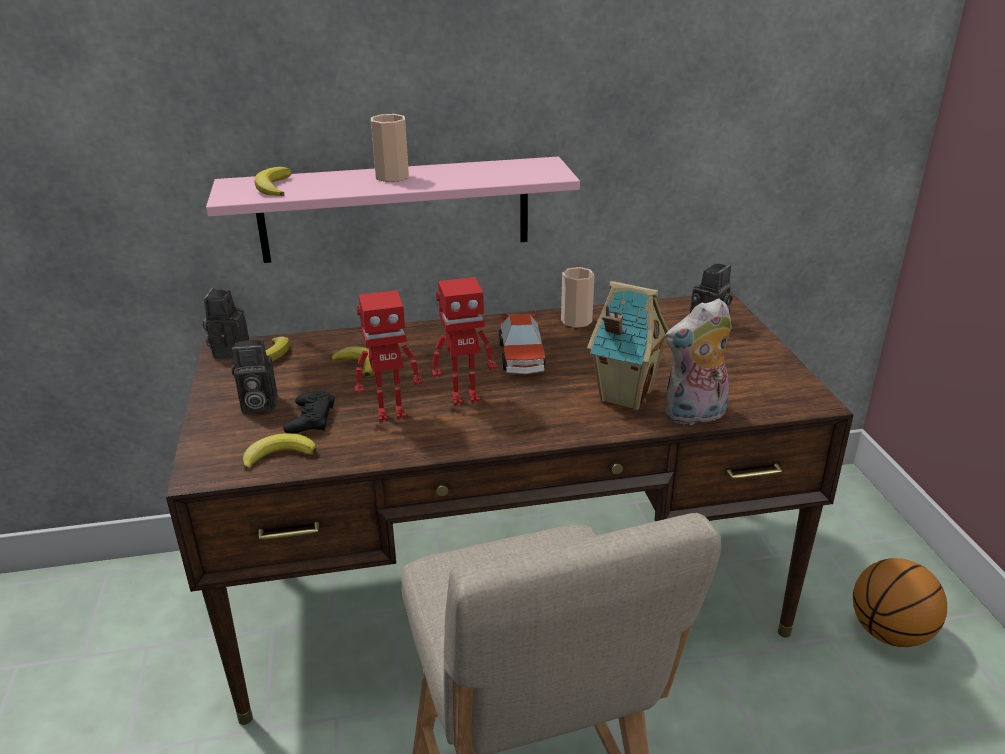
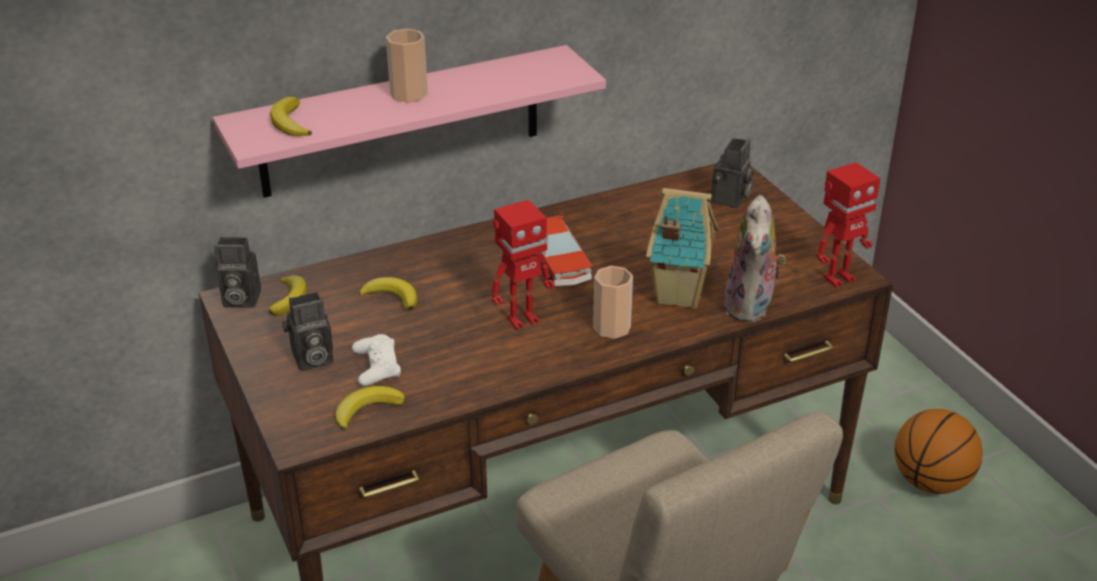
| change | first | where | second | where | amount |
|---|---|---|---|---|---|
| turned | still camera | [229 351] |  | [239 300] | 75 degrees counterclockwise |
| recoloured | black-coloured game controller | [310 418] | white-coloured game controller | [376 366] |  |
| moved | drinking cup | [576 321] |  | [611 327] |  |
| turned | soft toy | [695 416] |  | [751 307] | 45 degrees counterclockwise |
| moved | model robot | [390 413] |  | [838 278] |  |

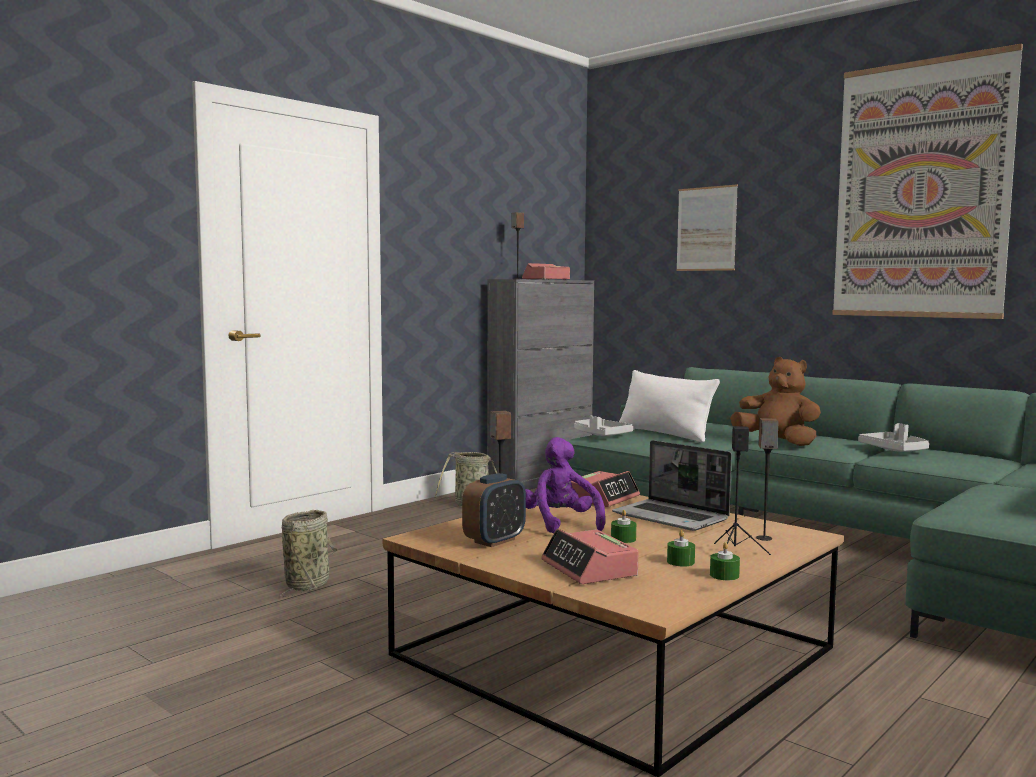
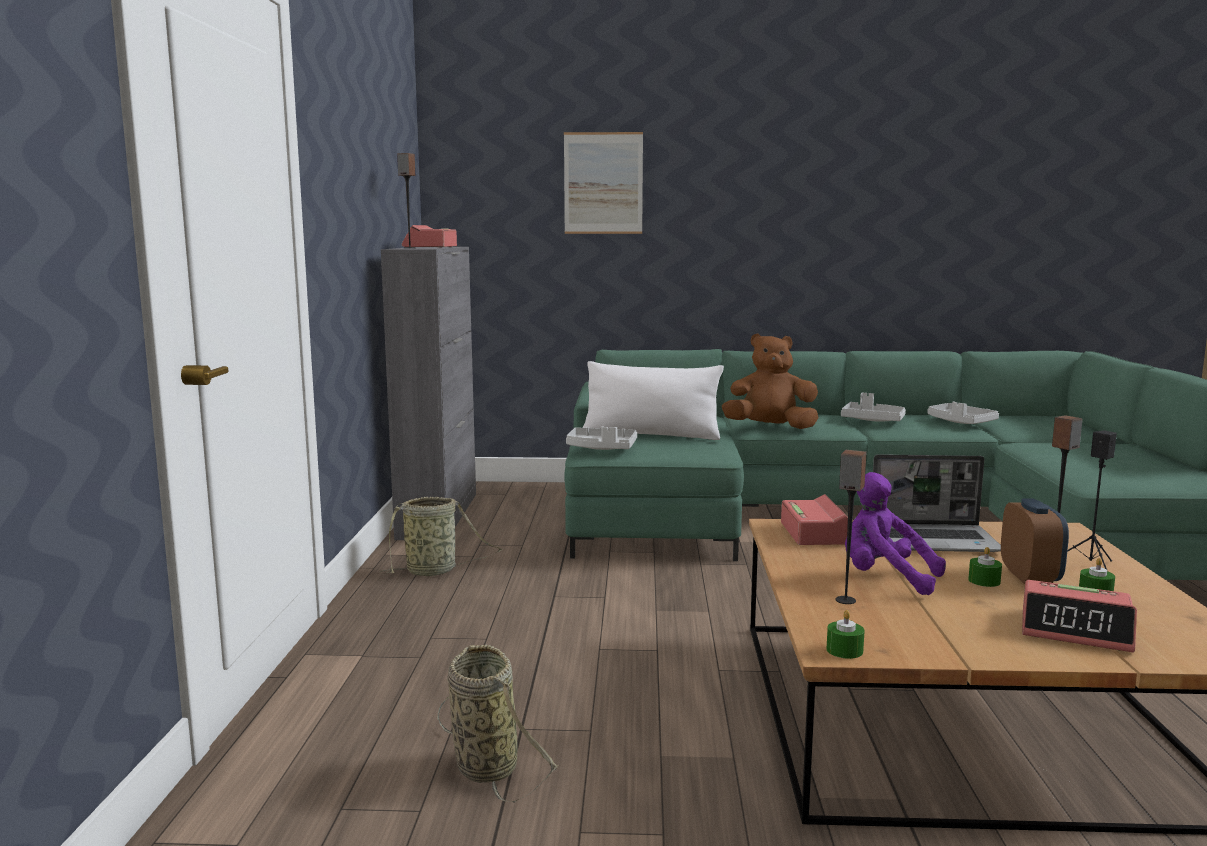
| change | first | where | second | where | amount |
|---|---|---|---|---|---|
| moved | greenish wax light | [724 575] |  | [844 650] |  |
| added |  |  | gray tray | [960 422] |  |
| moved | table clock | [494 541] |  | [1030 577] |  |
| removed | wall art | [920 190] |  |  |  |

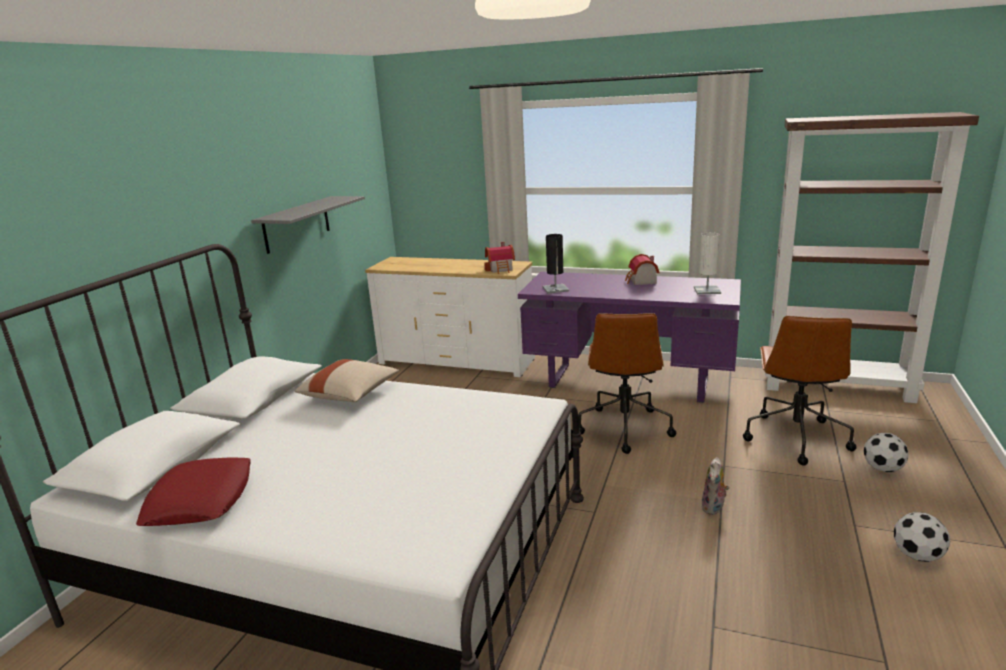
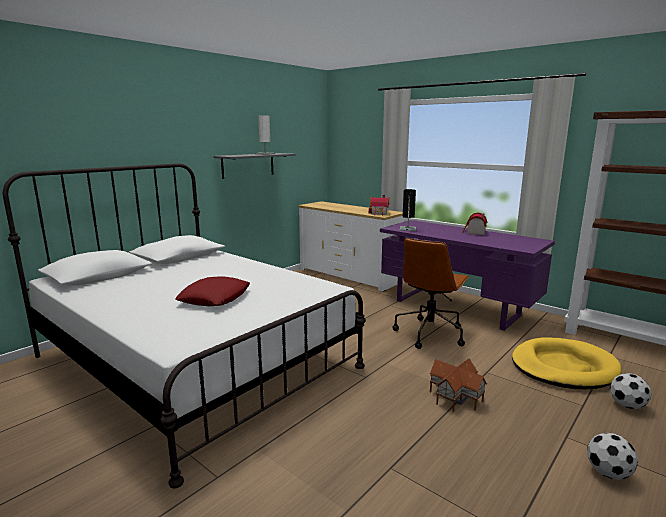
| change | first | where | second | where | amount |
|---|---|---|---|---|---|
| moved | red-coloured throw pillow | [200 500] |  | [215 298] |  |
| moved | white-coloured lamp for a table | [707 290] |  | [265 154] |  |
| replaced | soft toy | [714 508] | toy house | [455 396] |  |
| replaced | brown-coloured desk chair | [795 437] | yellow dog cushion | [563 367] |  |
| removed | beige throw pillow | [350 394] |  |  |  |

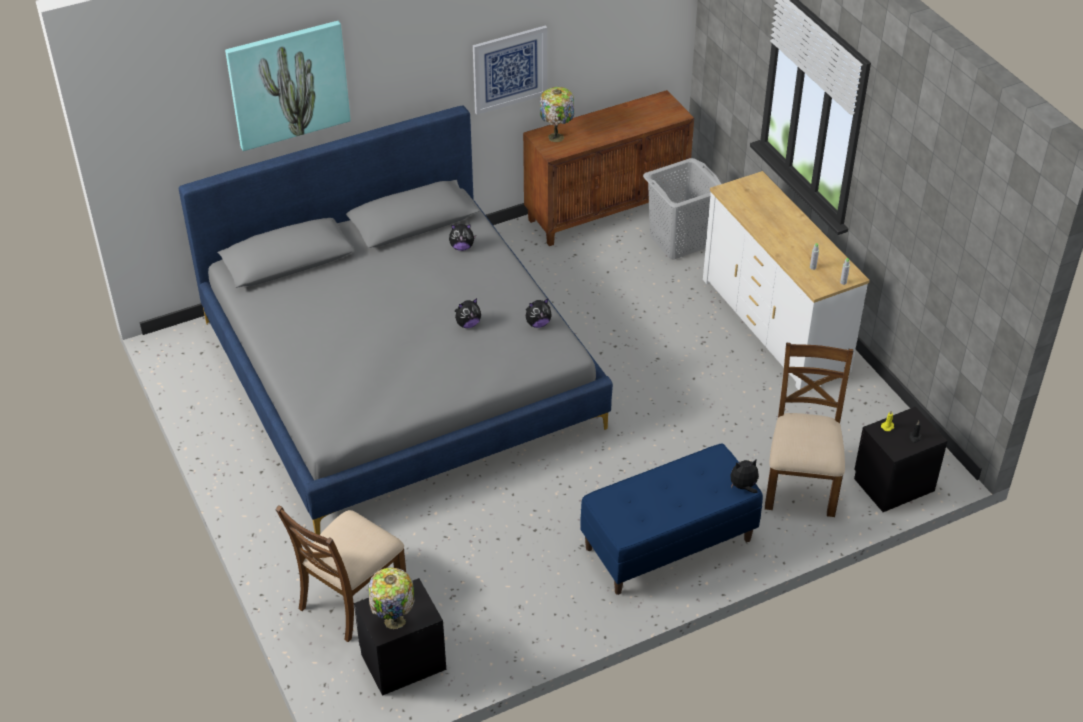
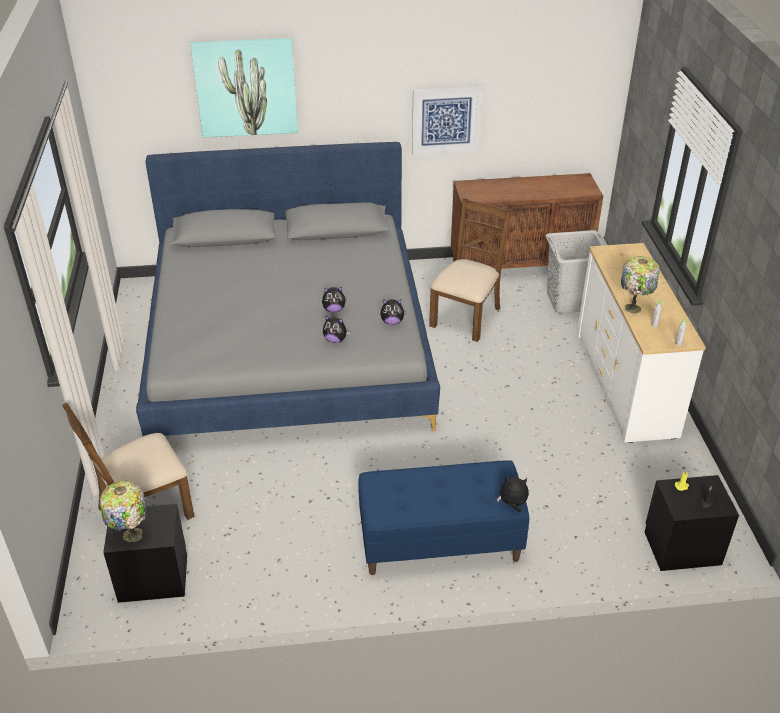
| change | first | where | second | where | amount |
|---|---|---|---|---|---|
| moved | soft toy | [462 247] |  | [335 340] |  |
| moved | brown-coloured upright chair | [801 482] |  | [466 317] |  |
| moved | lamp for a table | [557 137] |  | [634 308] |  |

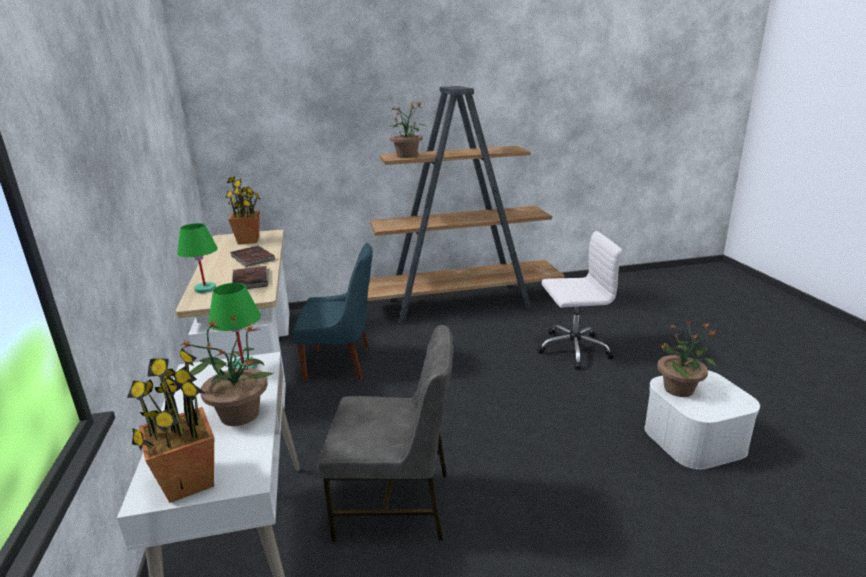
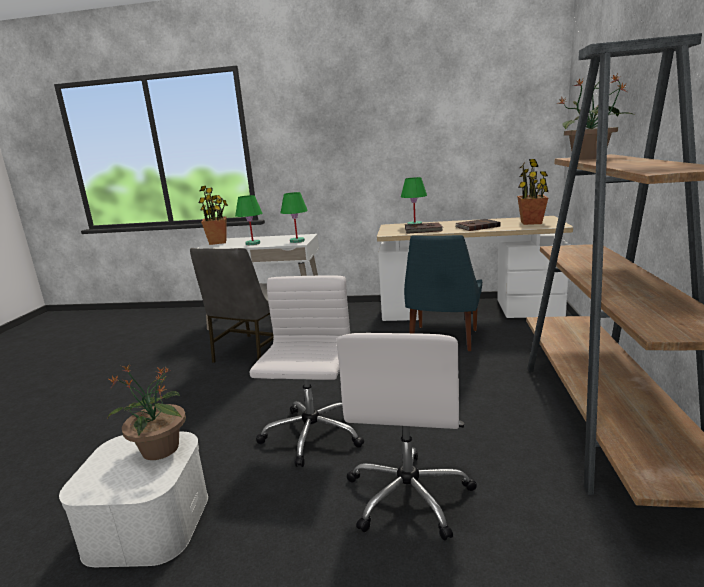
| change | first | where | second | where | amount |
|---|---|---|---|---|---|
| replaced | potted plant | [239 414] | greenish lamp for a table | [253 243] |  |
| added |  |  | white-coloured desk chair | [312 436] |  |

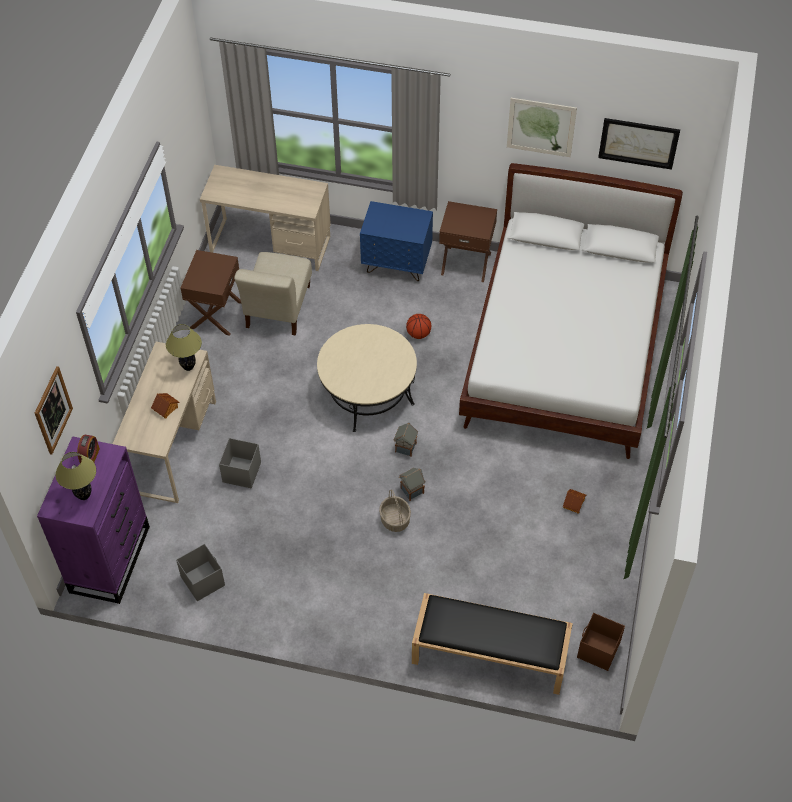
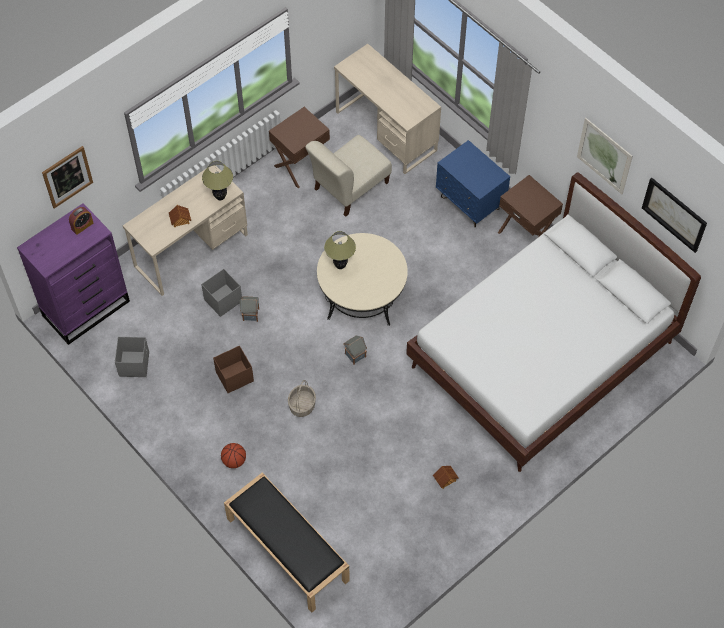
| change | first | where | second | where | amount |
|---|---|---|---|---|---|
| moved | brown-coloured storage container | [598 650] |  | [234 377] |  |
| moved | basketball ball | [418 334] |  | [234 461] |  |
| moved | toy house | [411 491] |  | [250 314] |  |
| moved | lamp for a table | [84 496] |  | [340 266] |  |

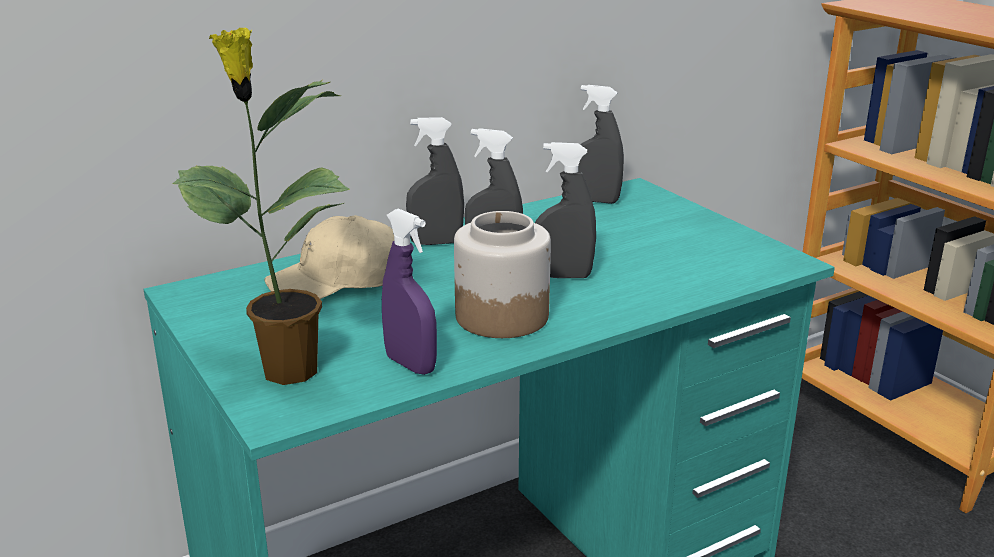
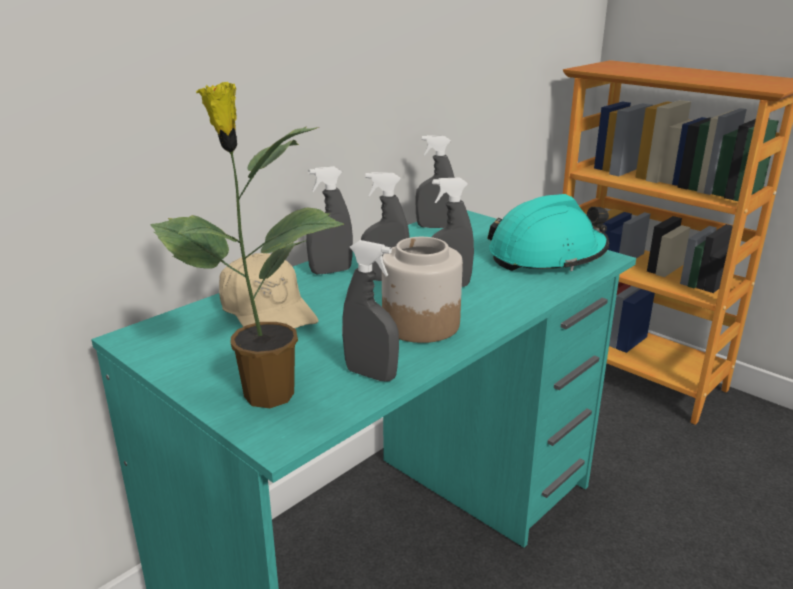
| change | first | where | second | where | amount |
|---|---|---|---|---|---|
| turned | beige baseball cap | [338 282] |  | [267 312] | 90 degrees counterclockwise |
| recoloured | purplish sprayer | [410 365] | gray sprayer | [371 374] |  |
| added |  |  | turquoise-coloured safety helmet | [547 256] |  |

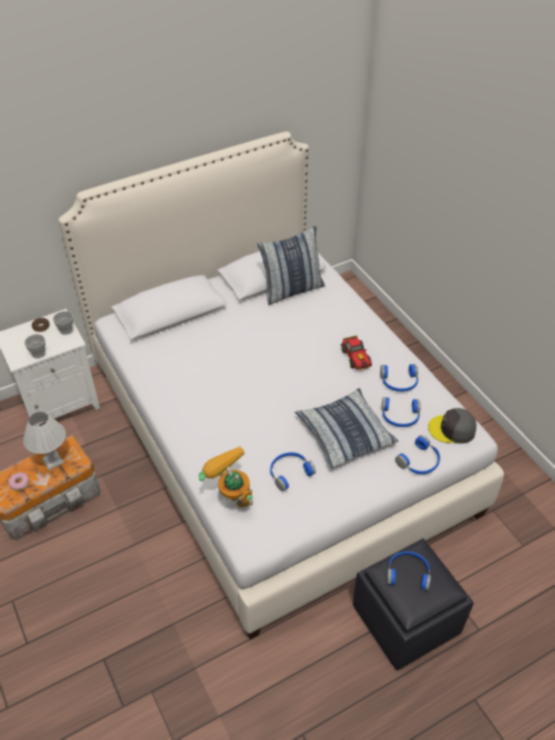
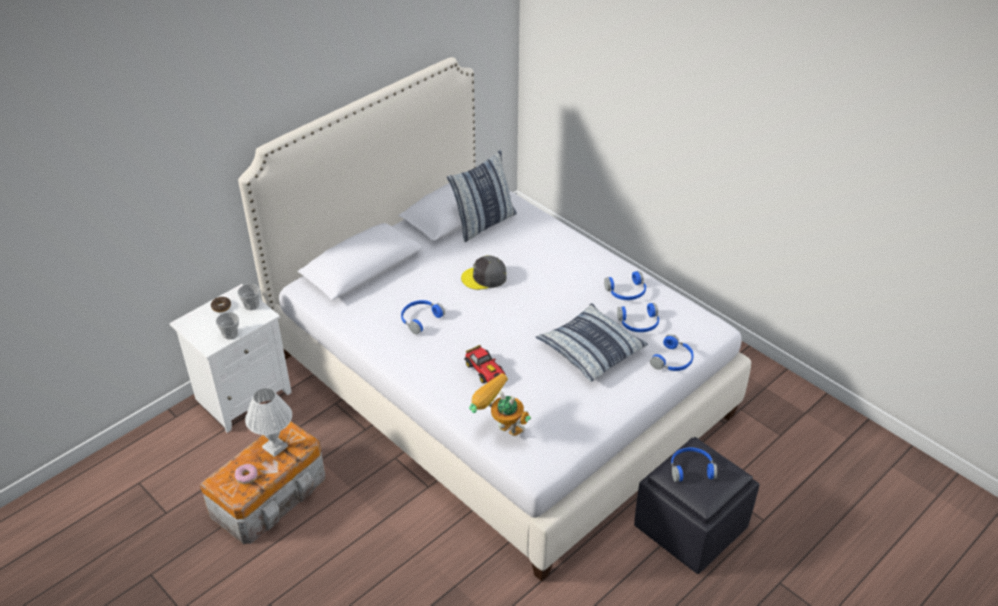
| change | first | where | second | where | amount |
|---|---|---|---|---|---|
| moved | blue-coloured pair of headphones | [289 472] |  | [420 319] |  |
| moved | gray baseball cap | [452 429] |  | [484 277] |  |
| moved | model car | [356 358] |  | [485 371] |  |

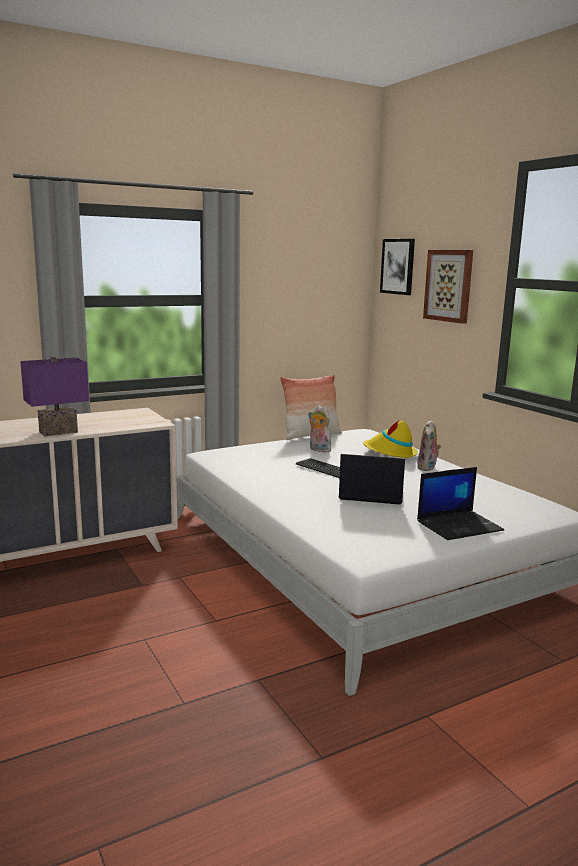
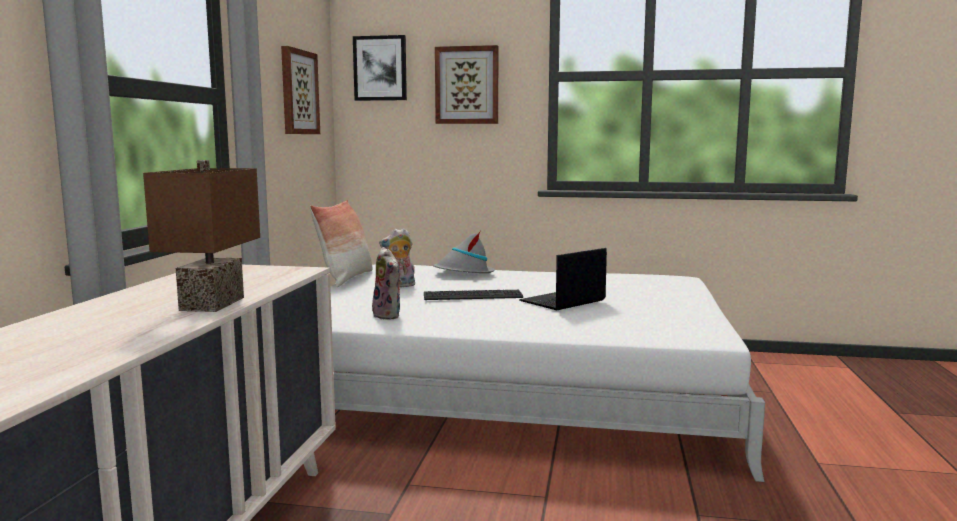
| change | first | where | second | where | amount |
|---|---|---|---|---|---|
| recoloured | purplish lamp for a table | [58 431] | brown-coloured lamp for a table | [209 303] |  |
| added |  |  | wall art | [298 92] |  |
| moved | soft toy | [427 468] |  | [389 315] |  |
| recoloured | yellow hat | [390 453] | gray hat | [464 273] |  |
| removed | portable computer | [459 525] |  |  |  |

